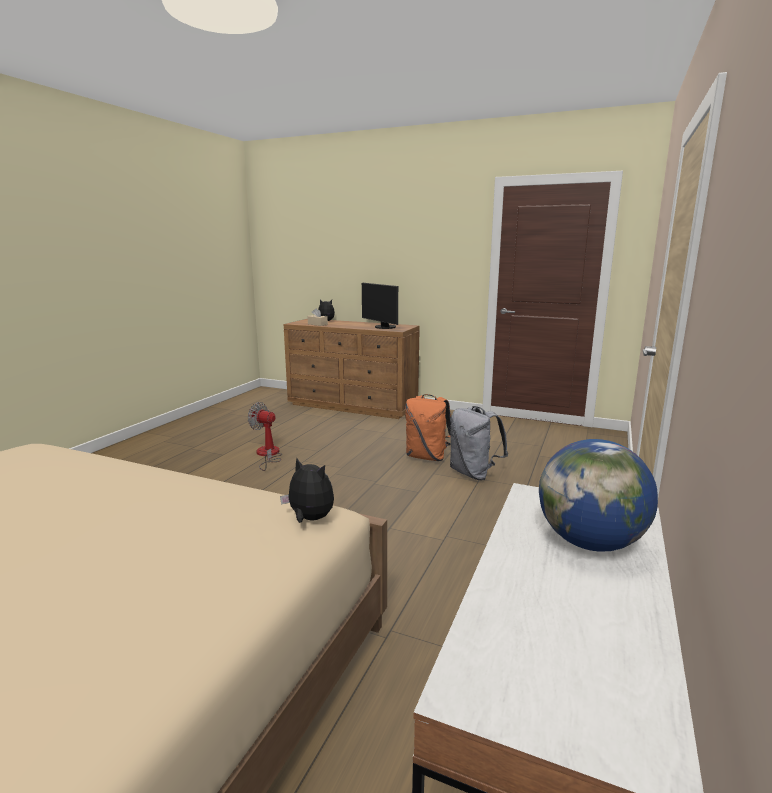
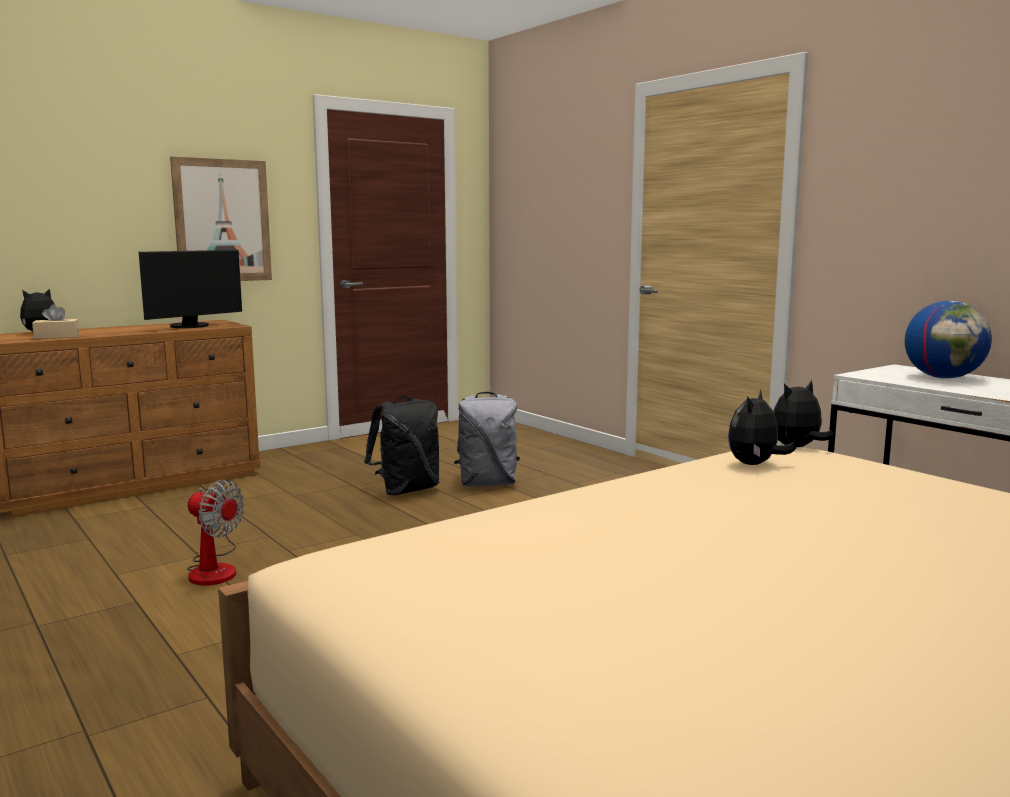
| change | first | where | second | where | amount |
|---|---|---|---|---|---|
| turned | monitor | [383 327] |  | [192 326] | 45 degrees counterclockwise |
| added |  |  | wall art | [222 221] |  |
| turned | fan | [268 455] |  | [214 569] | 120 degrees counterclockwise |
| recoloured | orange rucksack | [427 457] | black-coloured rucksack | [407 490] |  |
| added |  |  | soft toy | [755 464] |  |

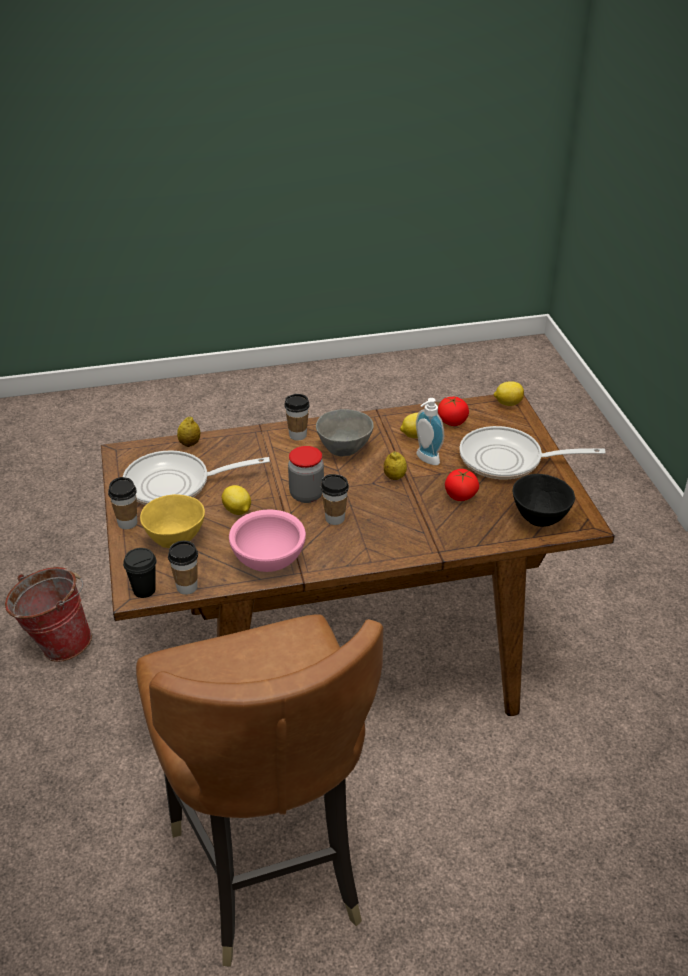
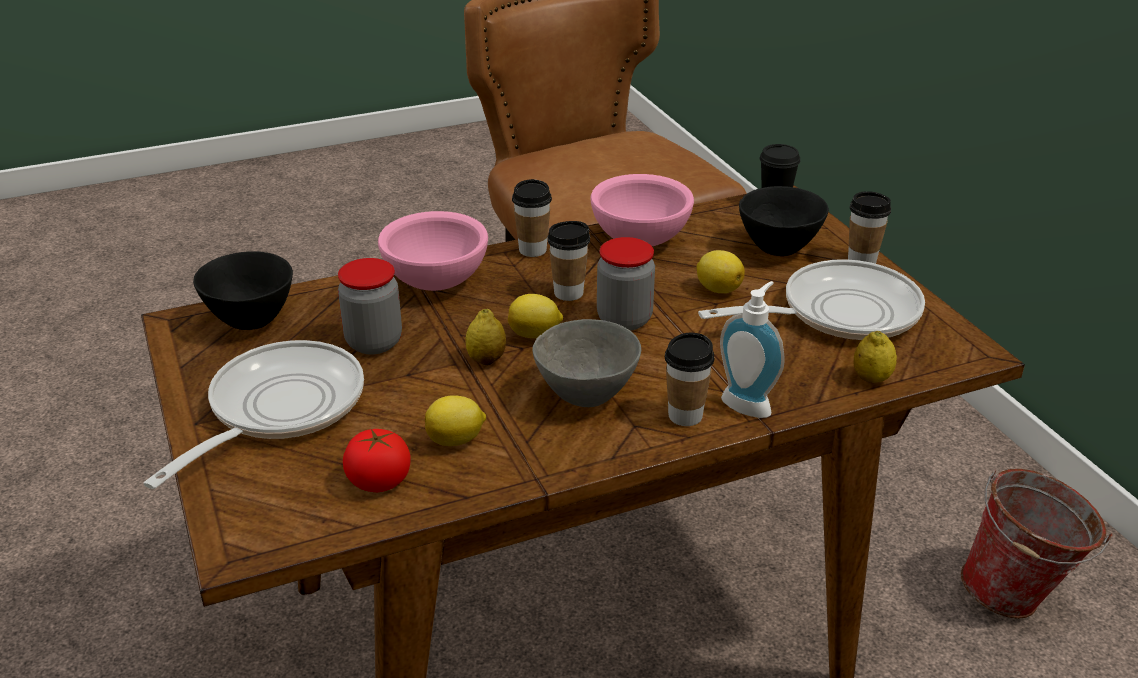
| change | first | where | second | where | amount |
|---|---|---|---|---|---|
| turned | pan | [508 460] |  | [278 410] | 60 degrees counterclockwise |
| replaced | fresh tomato | [460 495] | preserve jar | [374 342] |  |
| added |  |  | pink-coloured deep dish | [436 281] |  |
| moved | whole lemon | [507 403] |  | [535 334] |  |
| moved | drinking cup | [187 587] |  | [532 250] |  |
| moved | soap bottle | [425 460] |  | [749 403] |  |
| recoloured | yellow deep dish | [176 540] | black-coloured deep dish | [779 249] |  |

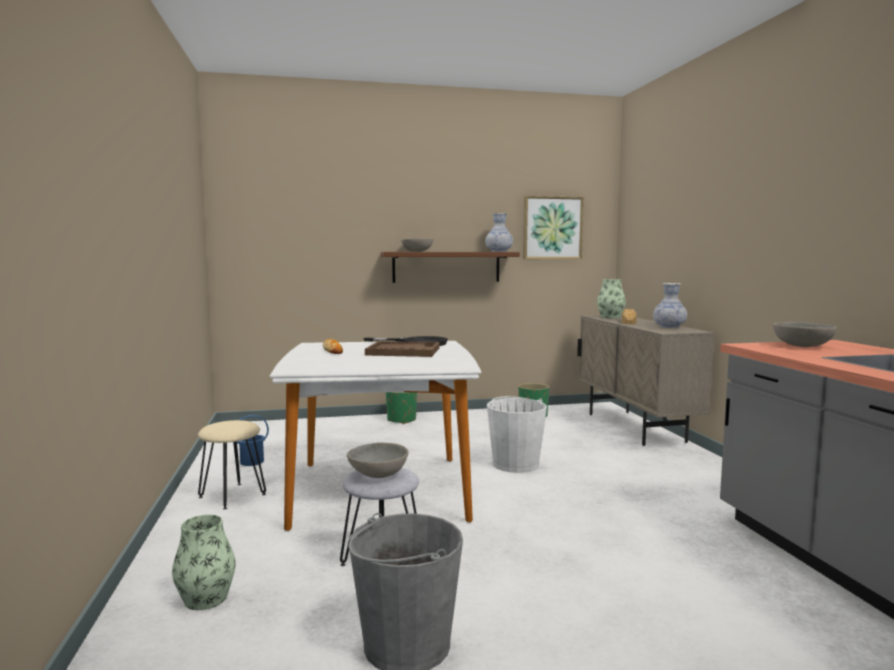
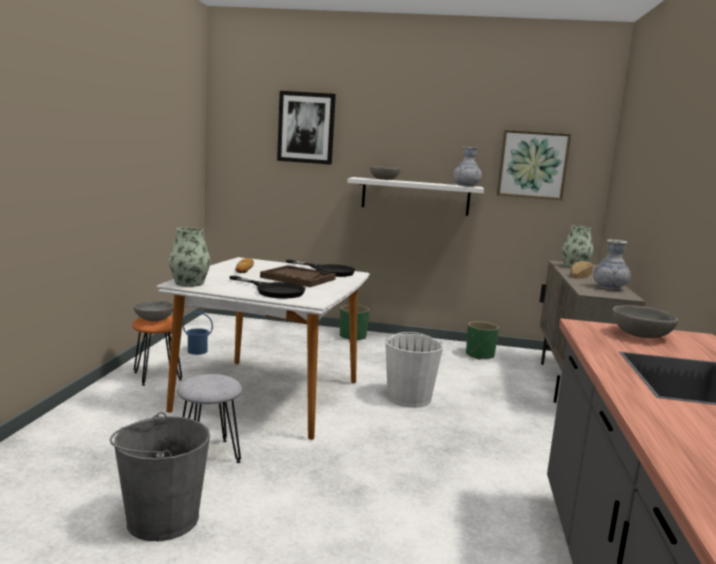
| change | first | where | second | where | amount |
|---|---|---|---|---|---|
| recoloured | beige sitting stool | [232 495] | orange sitting stool | [157 376] |  |
| moved | gray deep dish | [377 474] |  | [153 319] |  |
| moved | vase | [206 598] |  | [189 283] |  |
| added |  |  | black-coloured pan | [274 291] |  |
| added |  |  | wall art | [306 128] |  |
| recoloured | brown-coloured shelf | [446 267] | white-coloured shelf | [415 196] |  |

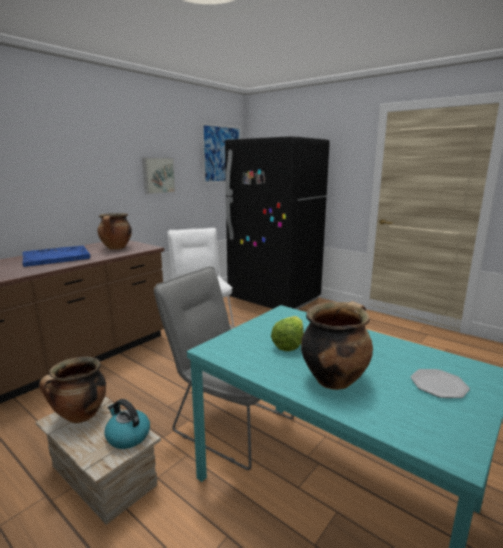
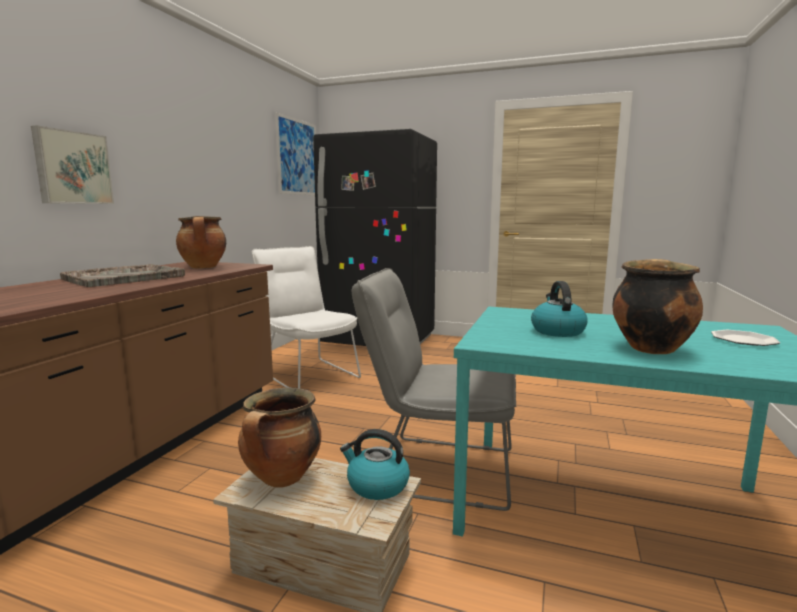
| change | first | where | second | where | amount |
|---|---|---|---|---|---|
| moved | wall art | [158 175] |  | [72 168] |  |
| recoloured | blue-coloured tray | [57 257] | gray tray | [125 277] |  |
| replaced | lettuce | [289 344] | water kettle | [557 331] |  |

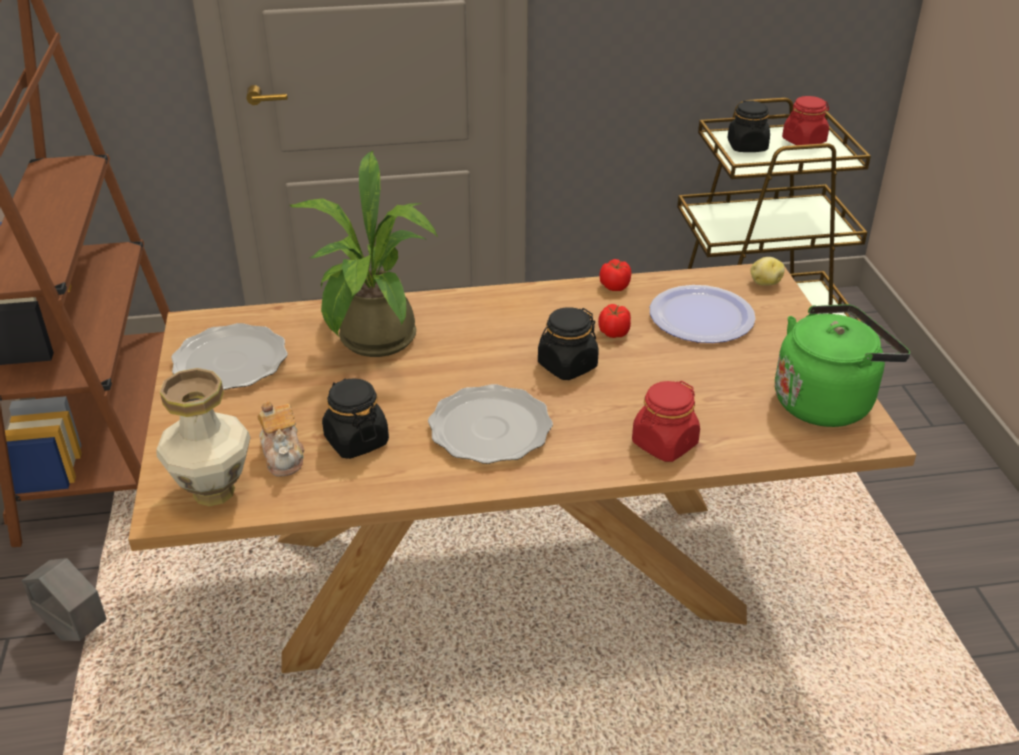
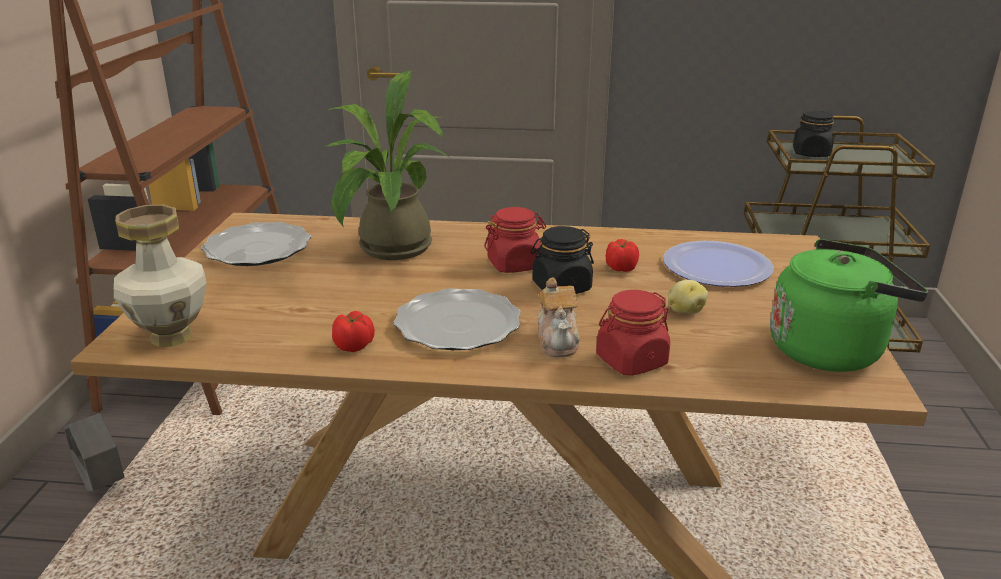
| change | first | where | second | where | amount |
|---|---|---|---|---|---|
| moved | fresh tomato | [615 286] |  | [354 346] |  |
| moved | red-coloured preserve jar | [804 141] |  | [514 264] |  |
| moved | tea pot | [283 456] |  | [558 341] |  |
| moved | potato | [764 282] |  | [685 311] |  |
| removed | black-coloured preserve jar | [356 440] |  |  |  |

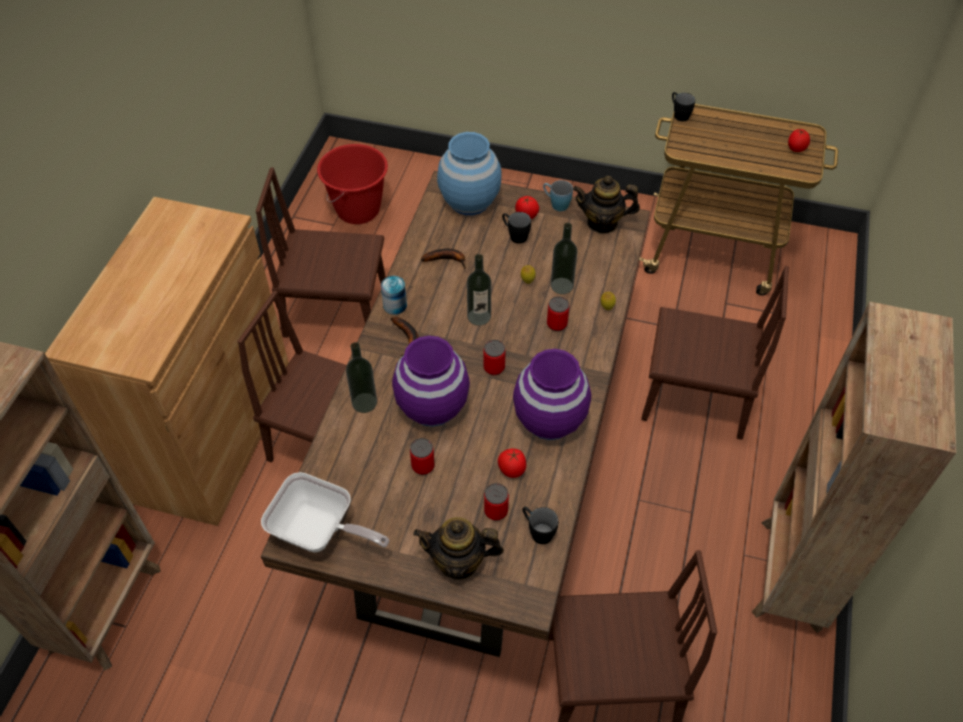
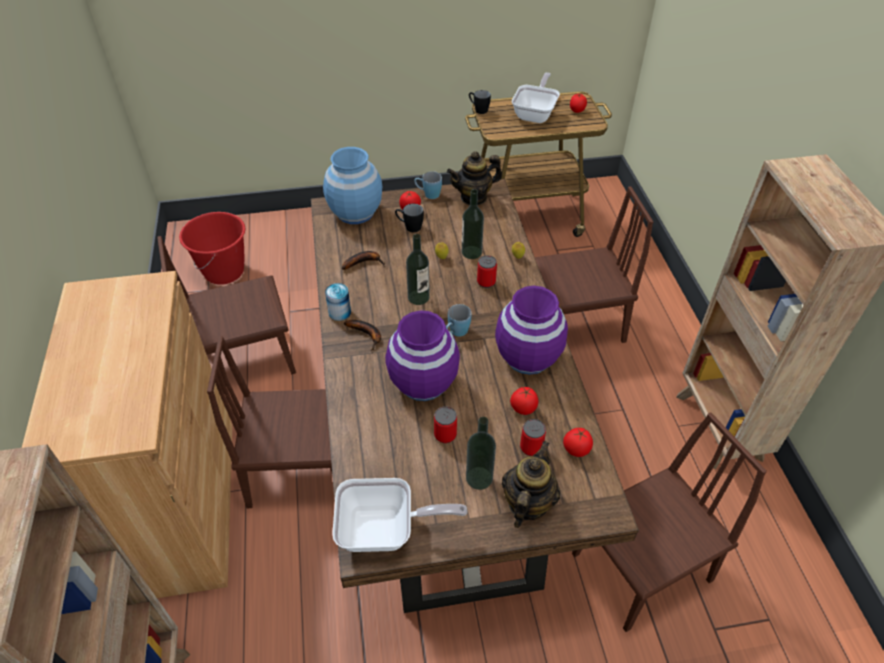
| change | first | where | second | where | amount |
|---|---|---|---|---|---|
| replaced | metal can | [494 367] | blue-coloured coffee mug | [456 333] |  |
| moved | bottle | [364 402] |  | [479 478] |  |
| turned | tea pot | [459 562] |  | [527 503] | 135 degrees clockwise |
| added |  |  | pan | [535 114] |  |
| replaced | black-coloured coffee mug | [537 531] | fresh tomato | [576 450] |  |

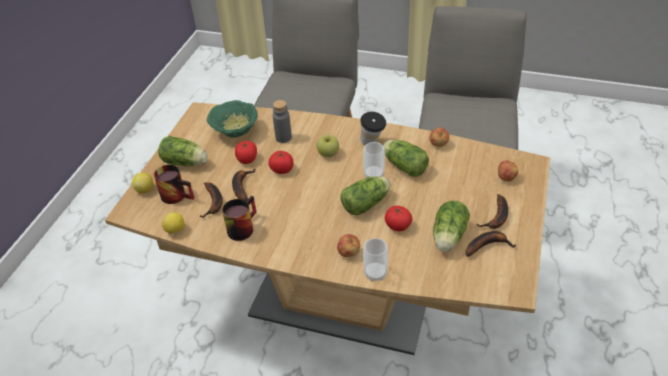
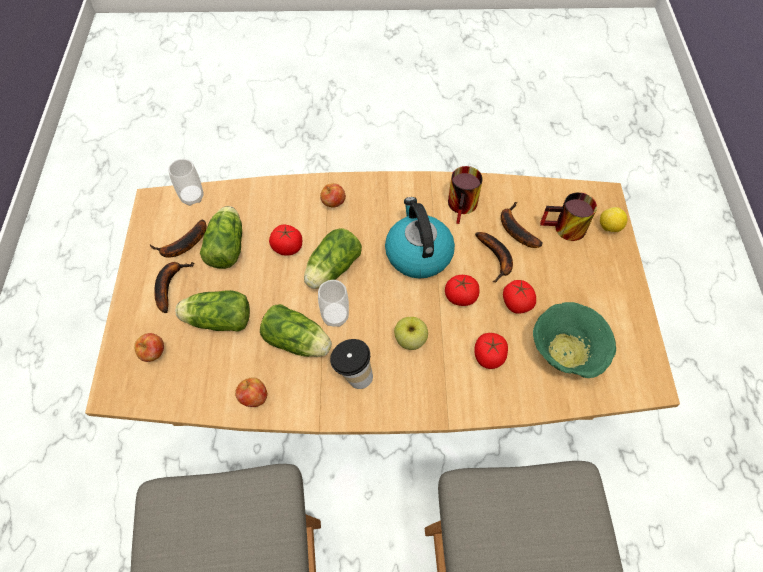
| change | first | where | second | where | amount |
|---|---|---|---|---|---|
| moved | drinking cup | [375 273] |  | [192 197] |  |
| moved | lettuce | [186 163] |  | [216 320] |  |
| added |  |  | water kettle | [418 253] |  |
| replaced | gray bottle | [283 137] | fresh tomato | [489 357] |  |
| removed | whole lemon | [175 230] |  |  |  |

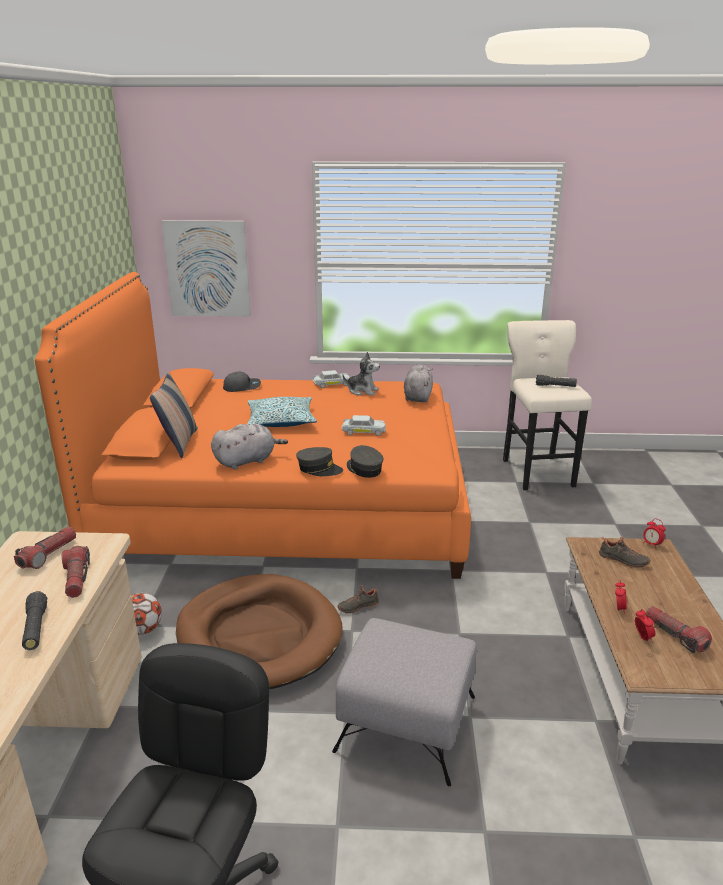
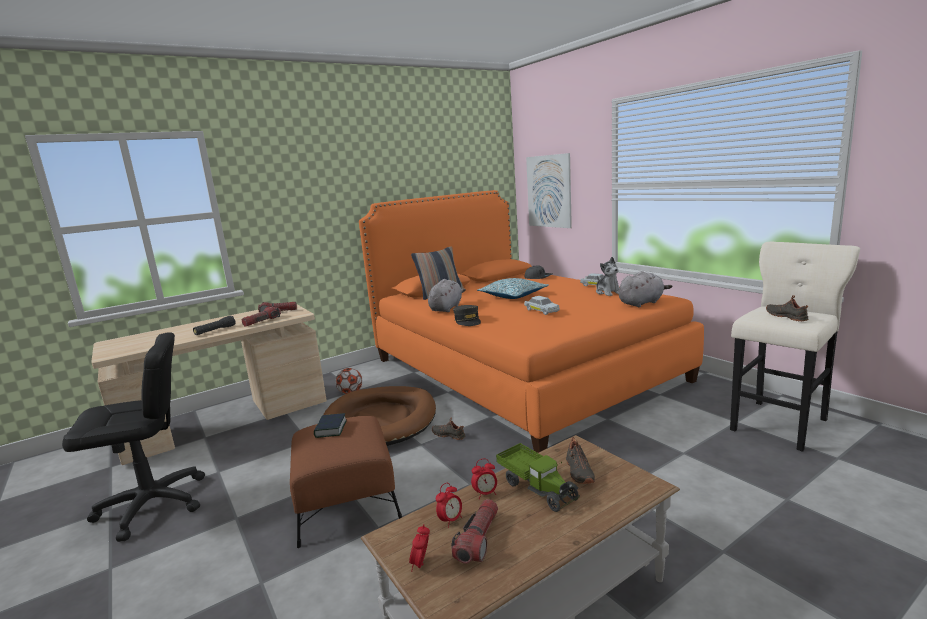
| change | first | where | second | where | amount |
|---|---|---|---|---|---|
| recoloured | gray footrest | [407 723] | brown-coloured footrest | [347 504] |  |
| added |  |  | volume | [331 429] |  |
| moved | table clock | [651 544] |  | [421 564] |  |
| turned | gray soft toy | [247 461] |  | [446 308] | 90 degrees counterclockwise |
| added |  |  | toy truck | [537 488] |  |
| replaced | black-coloured torch | [555 386] | black-coloured shoe | [787 316] |  |
| removed | gray baseball cap | [364 469] |  |  |  |

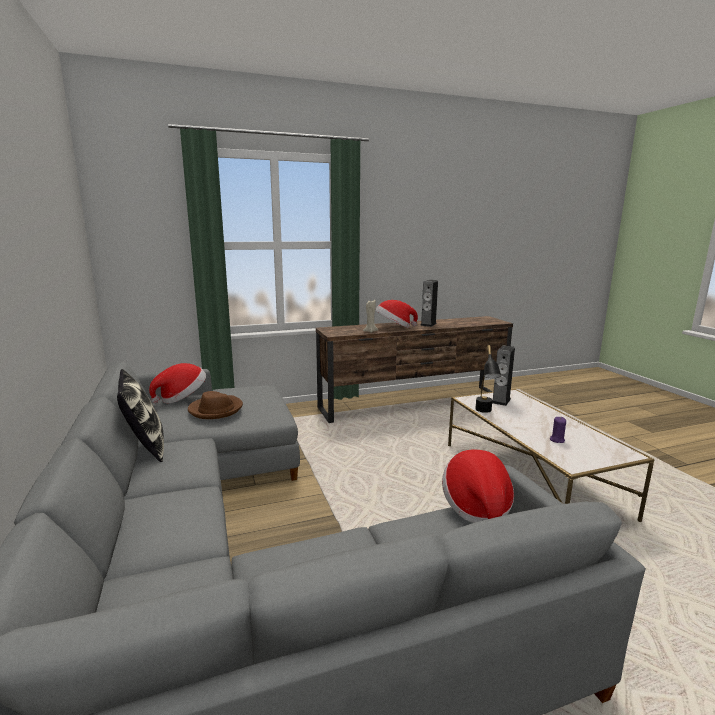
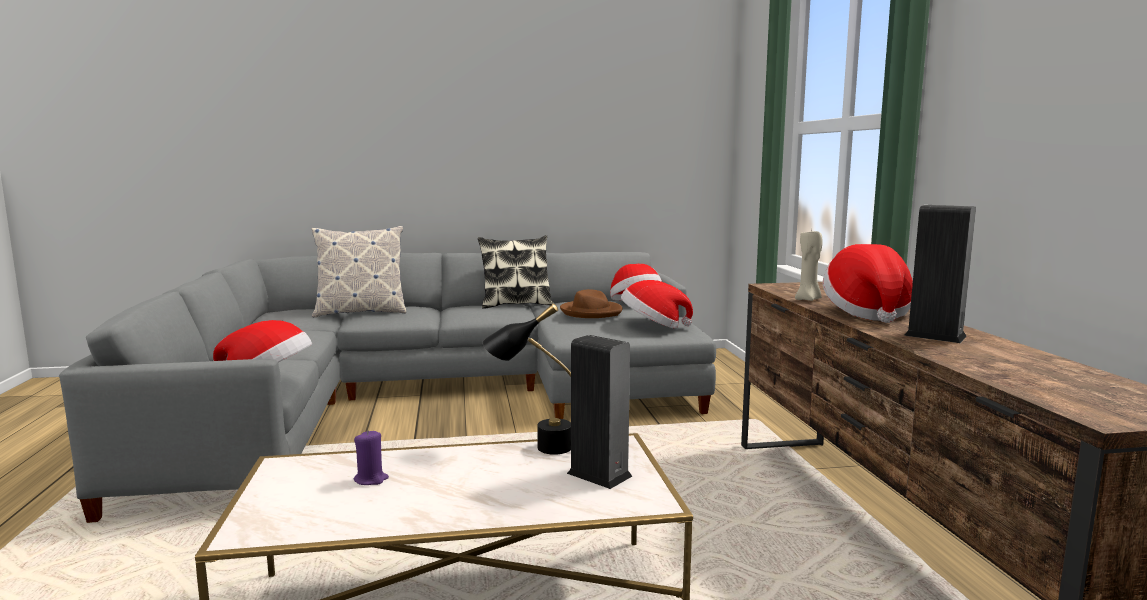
| change | first | where | second | where | amount |
|---|---|---|---|---|---|
| added |  |  | throw pillow | [361 312] |  |
| added |  |  | hat | [653 326] |  |

